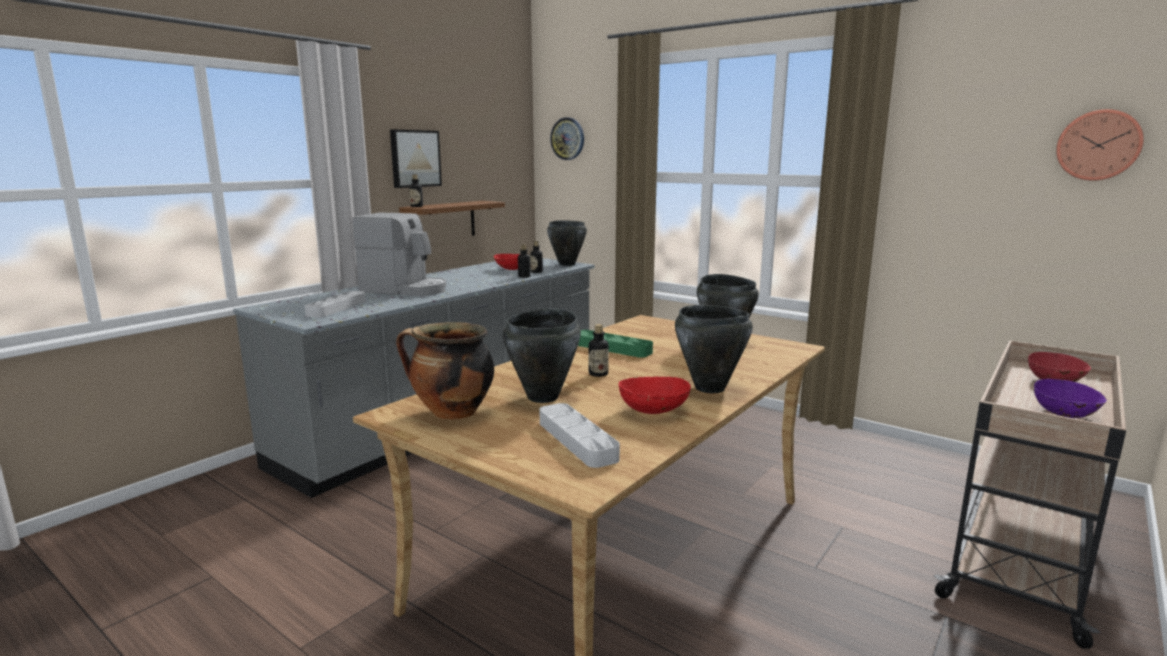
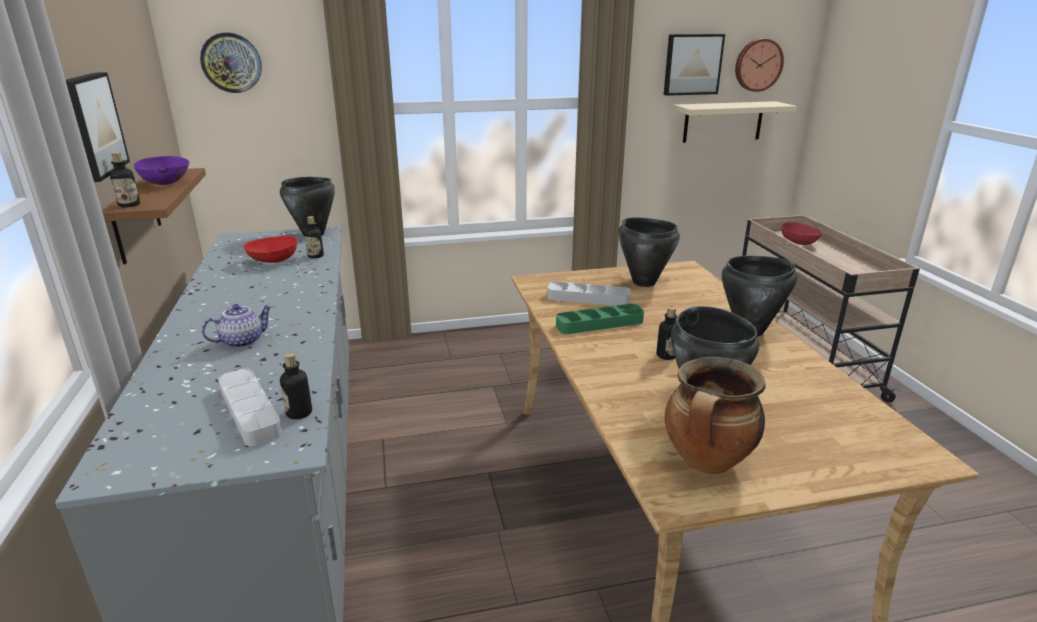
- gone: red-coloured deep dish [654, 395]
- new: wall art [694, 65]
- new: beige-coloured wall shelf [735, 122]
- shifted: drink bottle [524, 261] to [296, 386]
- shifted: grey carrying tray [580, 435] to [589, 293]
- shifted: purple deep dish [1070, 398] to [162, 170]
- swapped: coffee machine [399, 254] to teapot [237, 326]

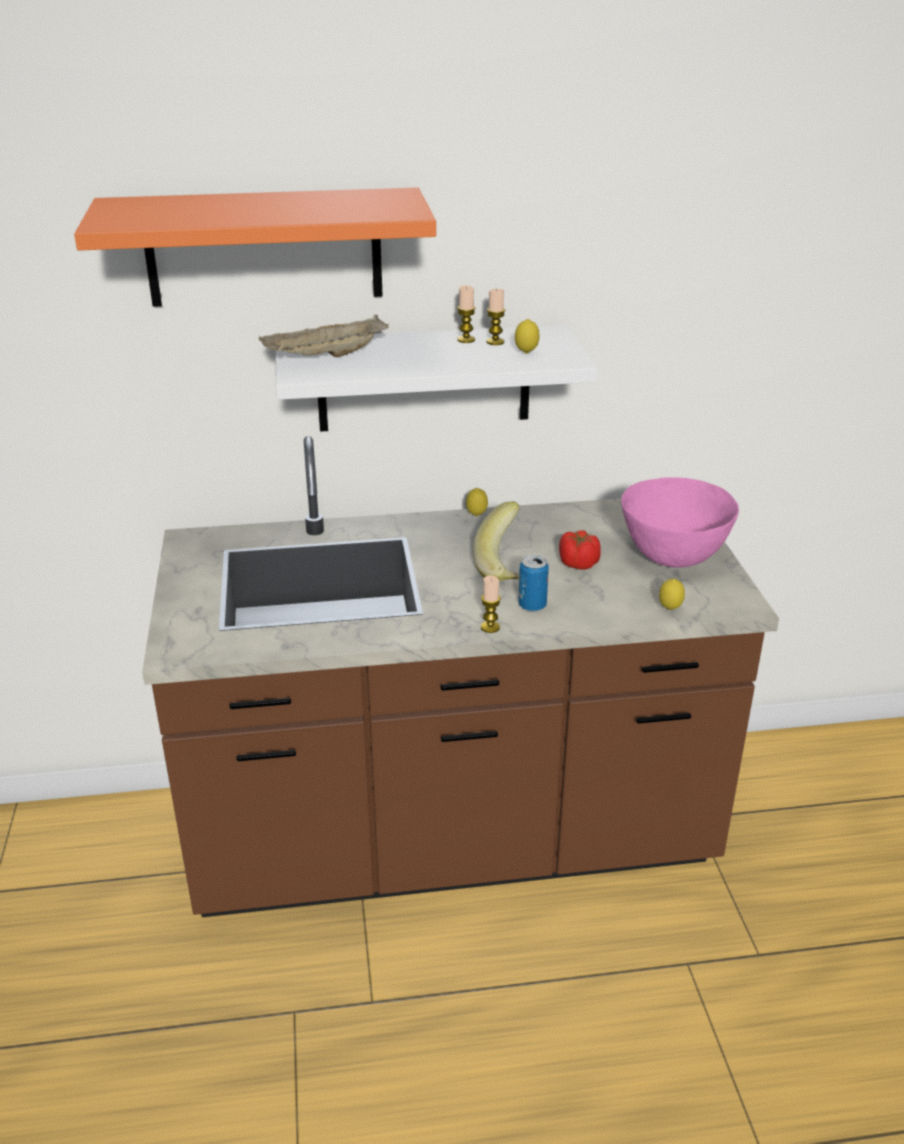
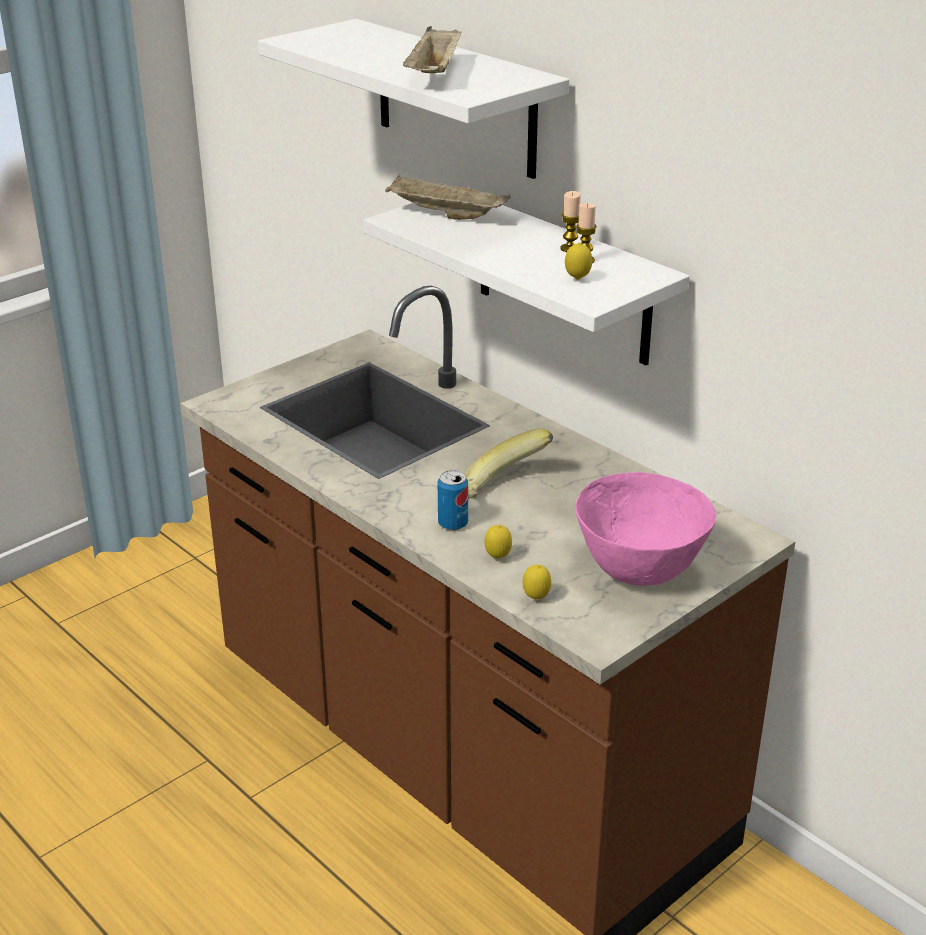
- gone: wax candle [491, 604]
- gone: whole tomato [580, 550]
- new: beige-coloured carrying tray [432, 49]
- shifted: citrus fruit [477, 502] to [498, 542]
- repainted: orange wall shelf [255, 247] to white wall shelf [413, 99]

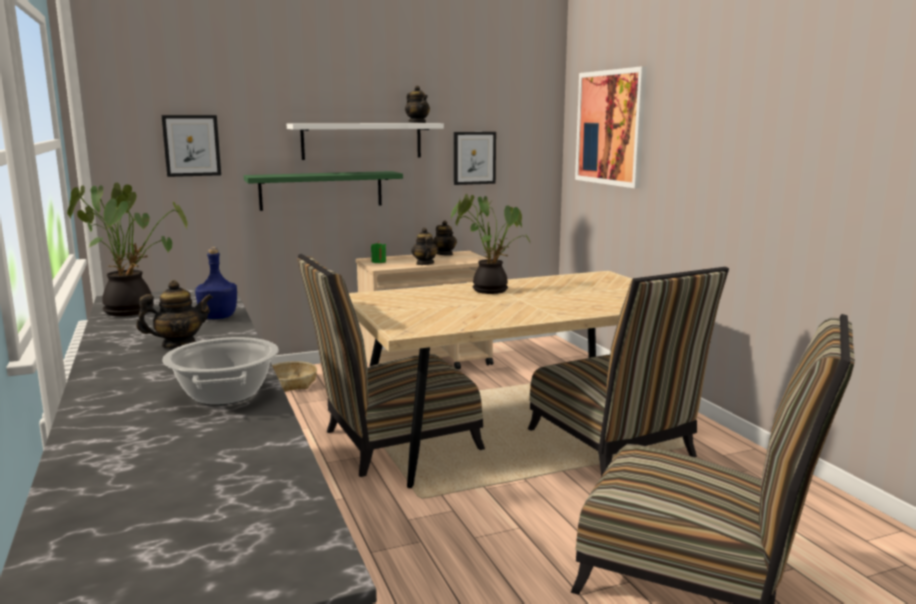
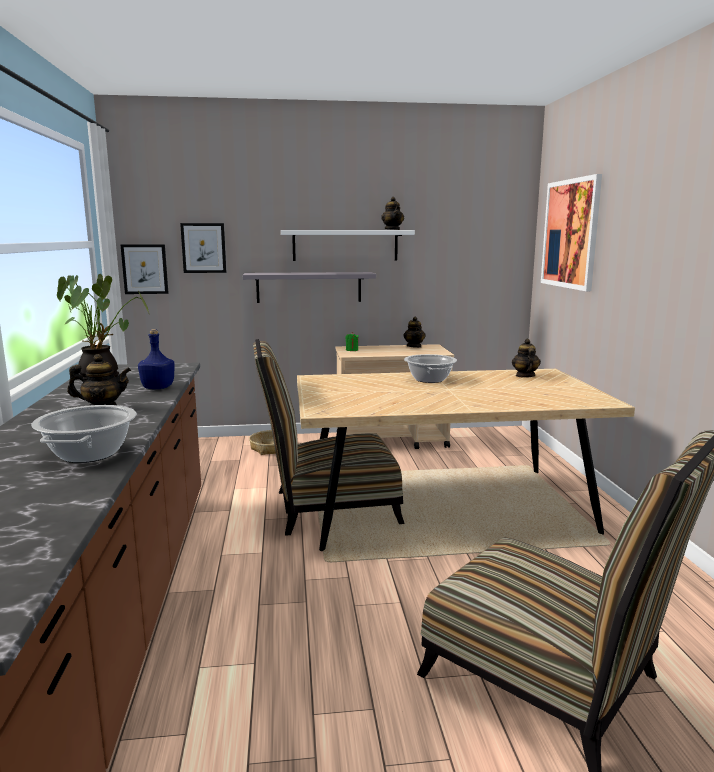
- gone: plain chair [628, 372]
- shifted: teapot [424, 246] to [526, 358]
- shifted: wall art [475, 158] to [145, 269]
- swapped: plant in a pot [490, 244] to cooking pot [430, 368]
- repainted: green-coloured wall shelf [323, 191] to grey wall shelf [309, 287]

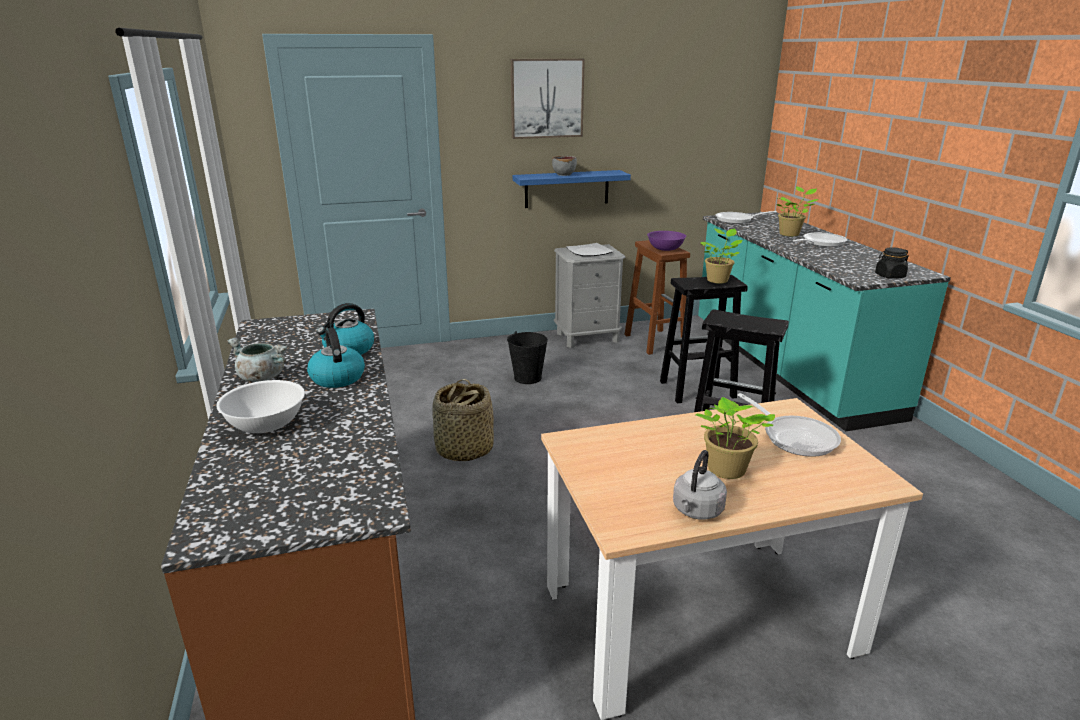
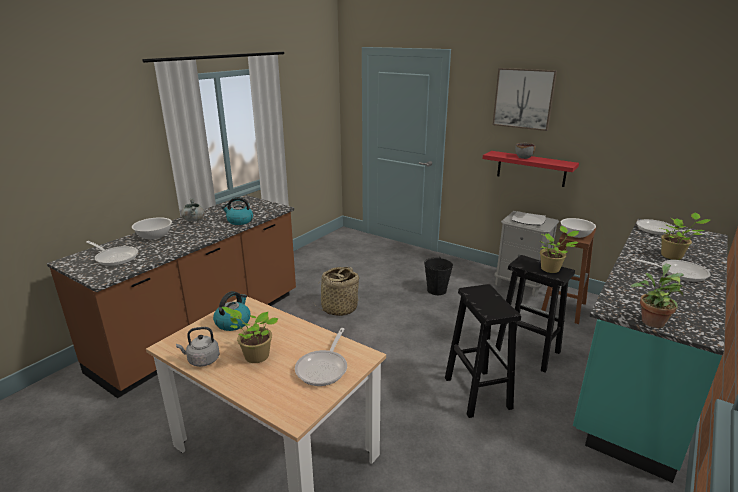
- new: pan [112, 253]
- shifted: kettle [336, 358] to [231, 311]
- swapped: black storage jar [892, 263] to plant in a pot [657, 296]
- repainted: bluish wall shelf [572, 189] to red-coloured wall shelf [531, 169]
- repainted: purple deep dish [666, 241] to white deep dish [578, 228]

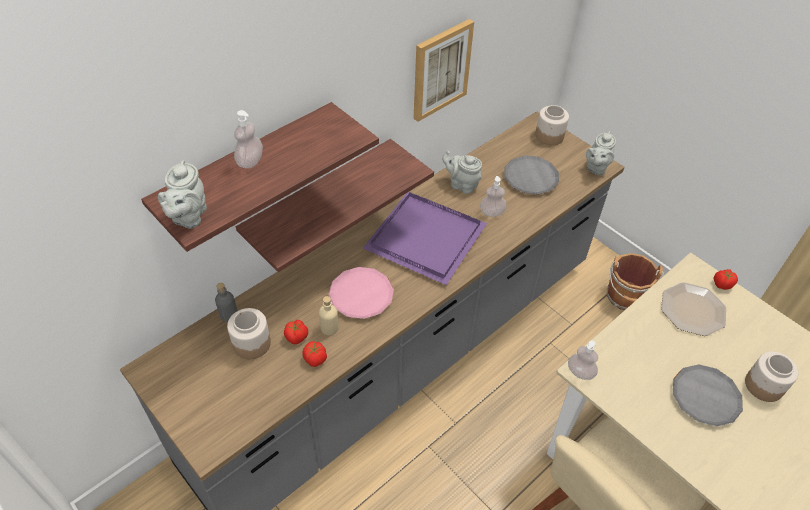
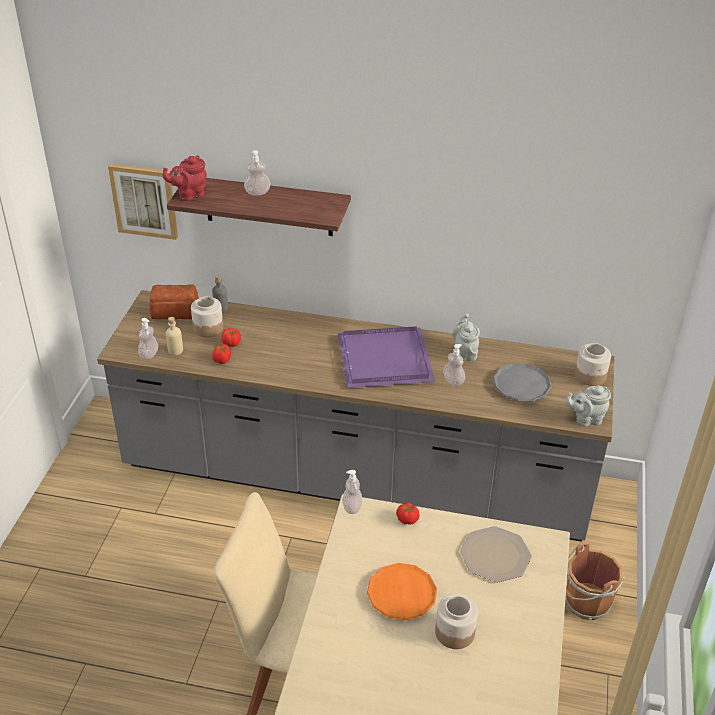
- gone: wall shelf [335, 205]
- gone: pink-coloured flat dish [361, 293]
- new: soap dispenser [148, 338]
- new: bakery bread [174, 301]
- shifted: beige-coloured drink bottle [329, 315] to [174, 336]
- shifted: wall art [444, 70] to [143, 202]
- shifted: whole tomato [726, 279] to [408, 513]
- repainted: grey teapot [182, 194] to red-coloured teapot [185, 178]
- repainted: grey flat dish [708, 395] to orange flat dish [402, 591]

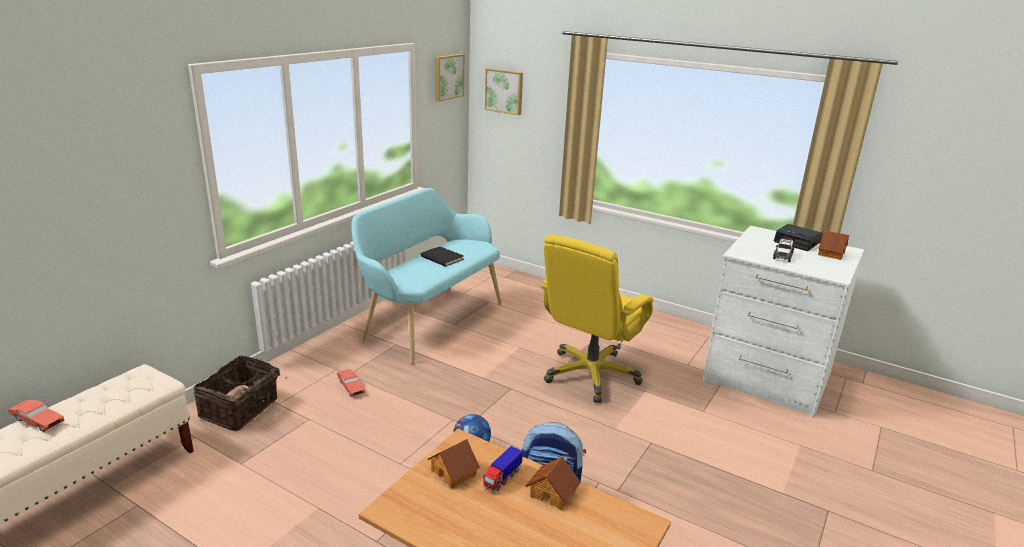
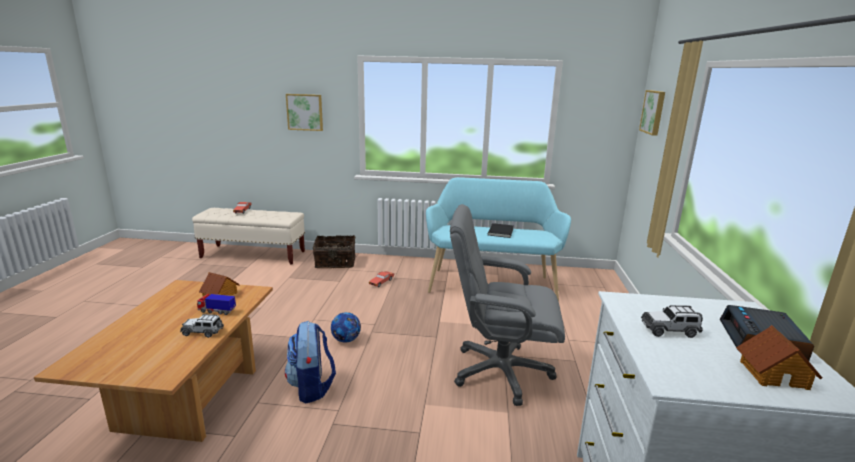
- shifted: wall art [449, 77] to [304, 112]
- swapped: miniature house [553, 483] to toy car [202, 326]
- repainted: yellow office chair [597, 318] to grey office chair [507, 305]

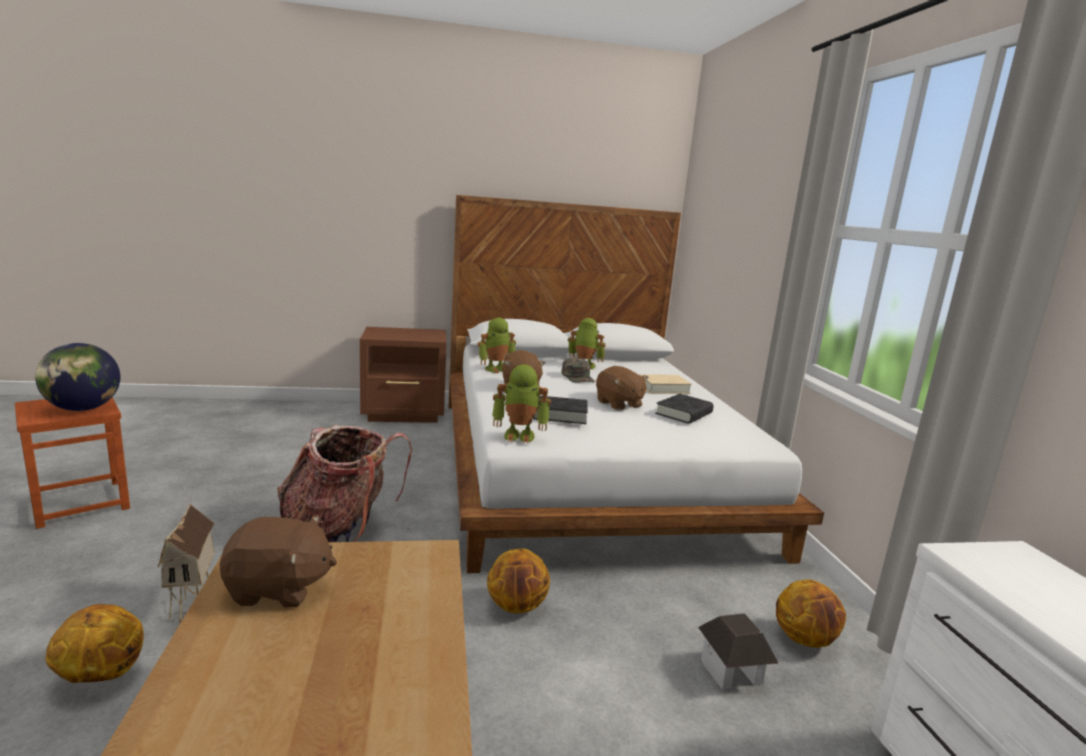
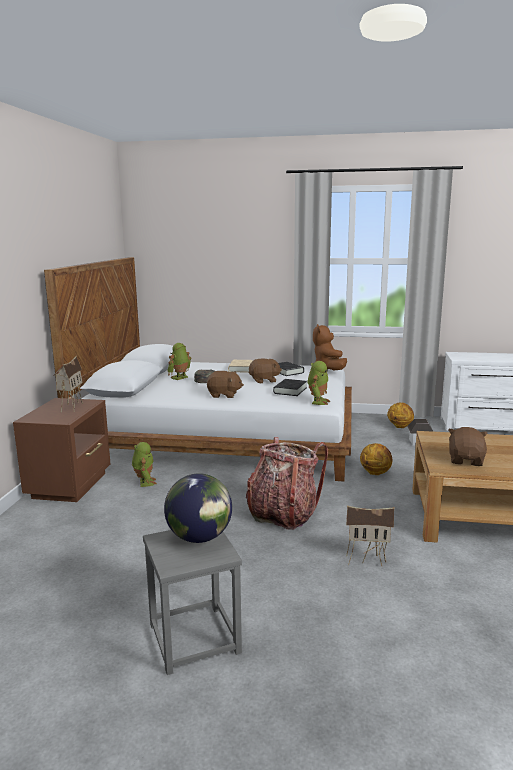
- gone: basketball [94, 643]
- new: miniature house [68, 384]
- new: brownish plush toy [330, 347]
- shifted: robot figure [497, 346] to [144, 464]
- repainted: brownish sitting stool [72, 463] to grey sitting stool [192, 602]

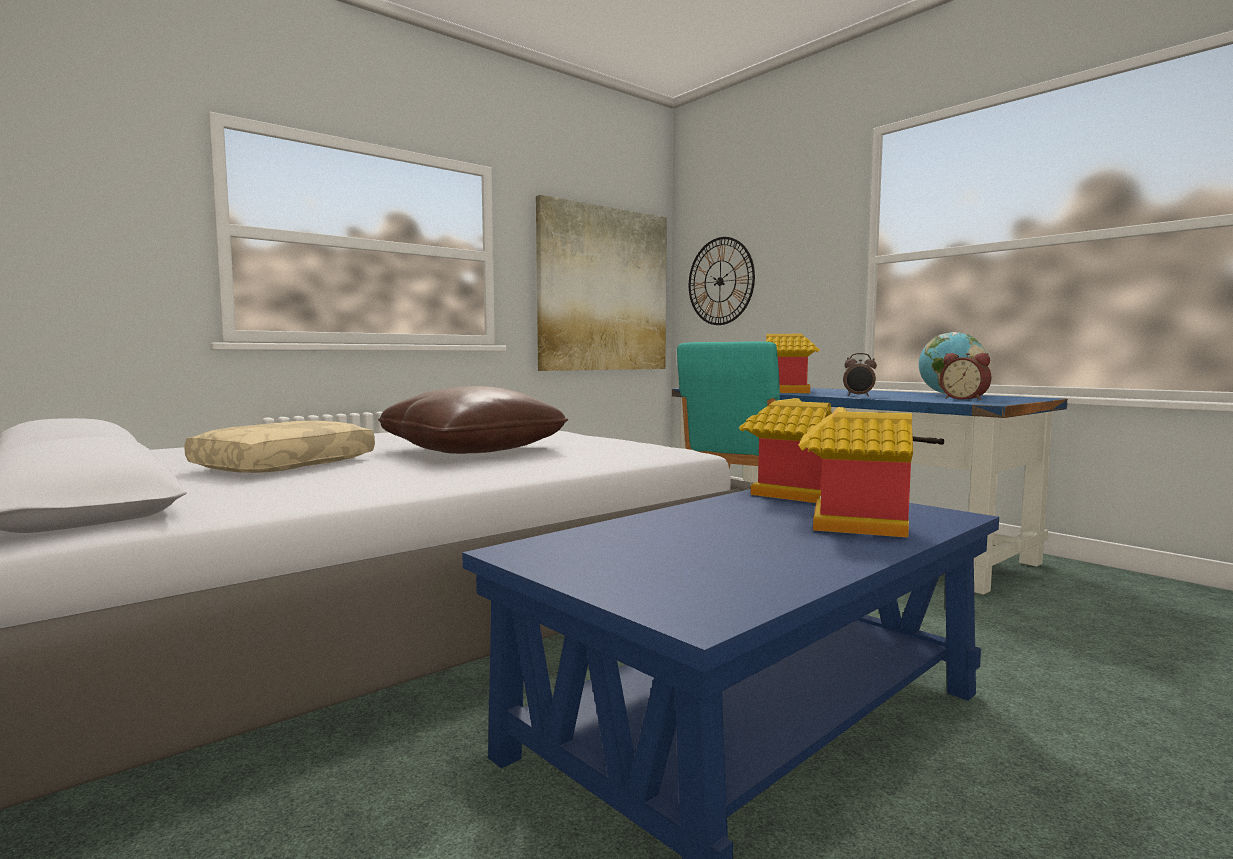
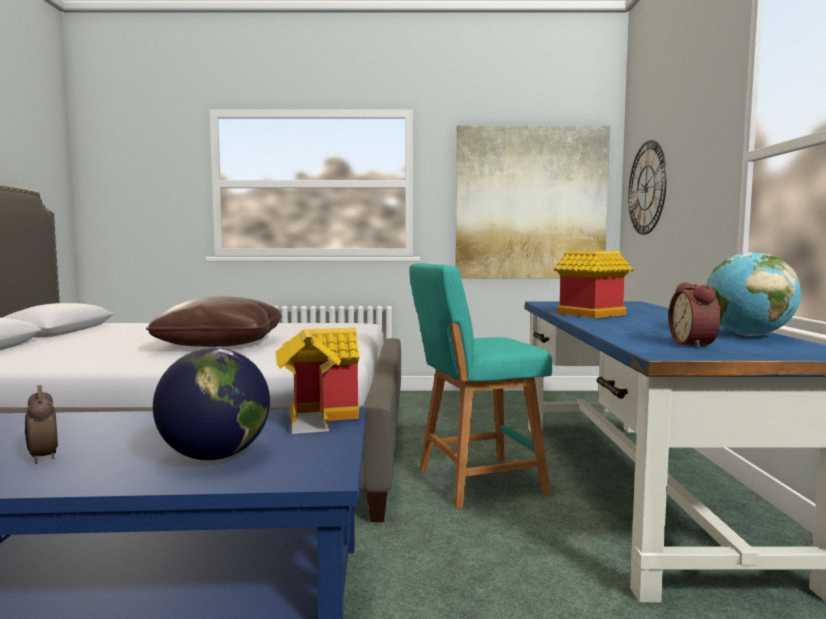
- gone: beige-coloured cushion [279, 447]
- shifted: bedside clock [860, 375] to [41, 424]
- swapped: miniature house [856, 472] to desk globe [211, 404]

